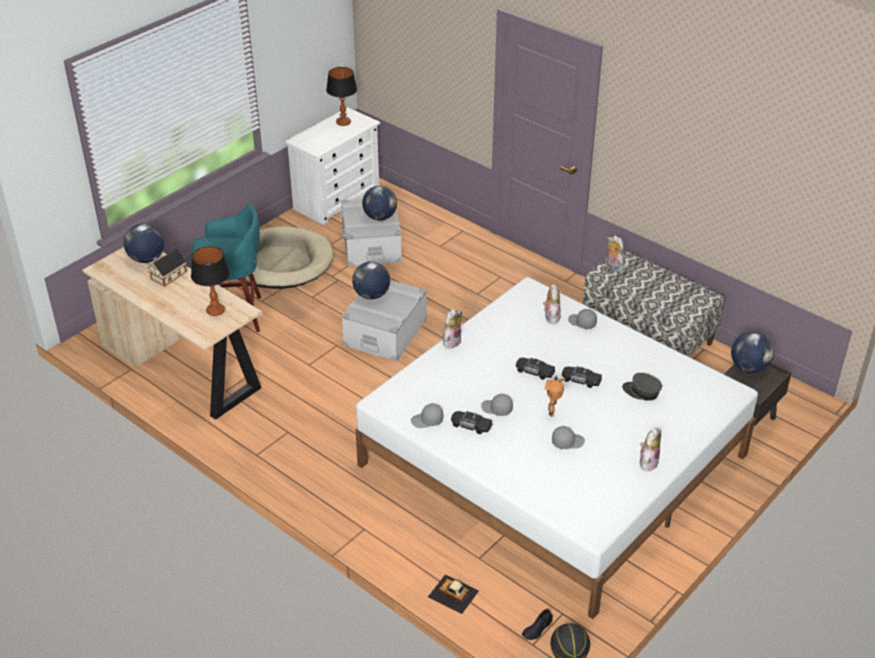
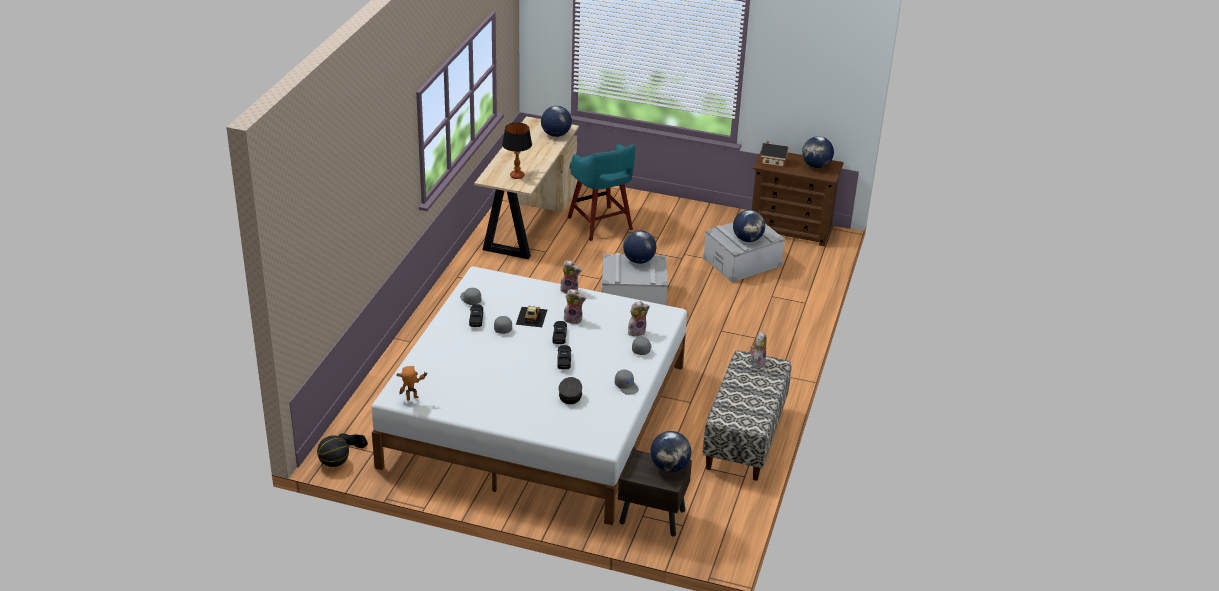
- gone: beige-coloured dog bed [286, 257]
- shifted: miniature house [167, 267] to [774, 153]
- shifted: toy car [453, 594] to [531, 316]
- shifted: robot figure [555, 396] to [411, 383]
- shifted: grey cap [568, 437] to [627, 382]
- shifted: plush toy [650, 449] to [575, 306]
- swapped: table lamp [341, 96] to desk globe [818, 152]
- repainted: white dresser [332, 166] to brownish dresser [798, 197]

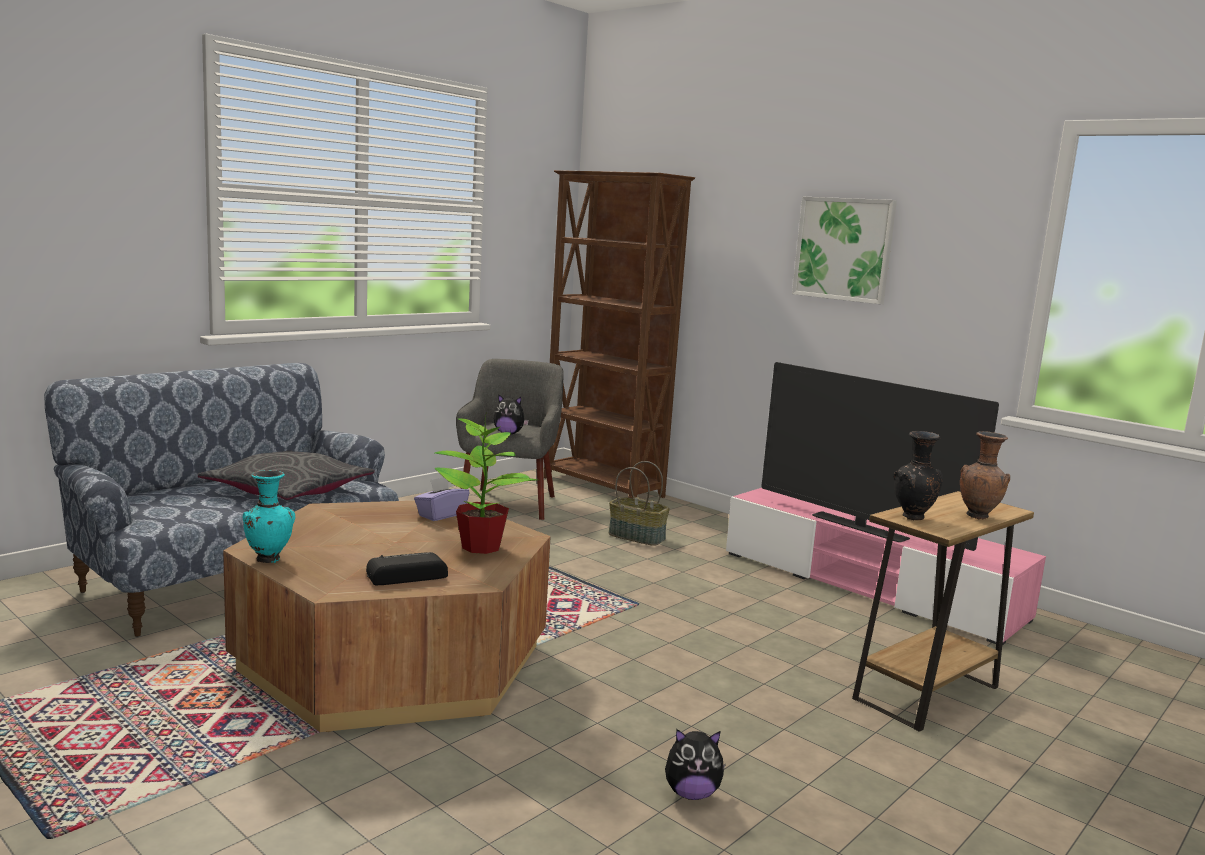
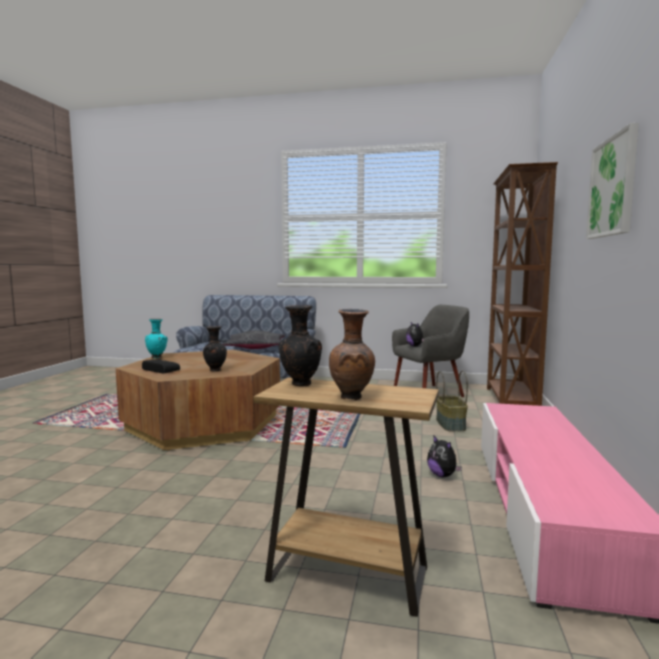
- gone: purple box of tissues [442, 499]
- gone: television [880, 456]
- shifted: plush toy [695, 764] to [444, 456]
- swapped: plant in a pot [486, 484] to black decorative vase [215, 349]

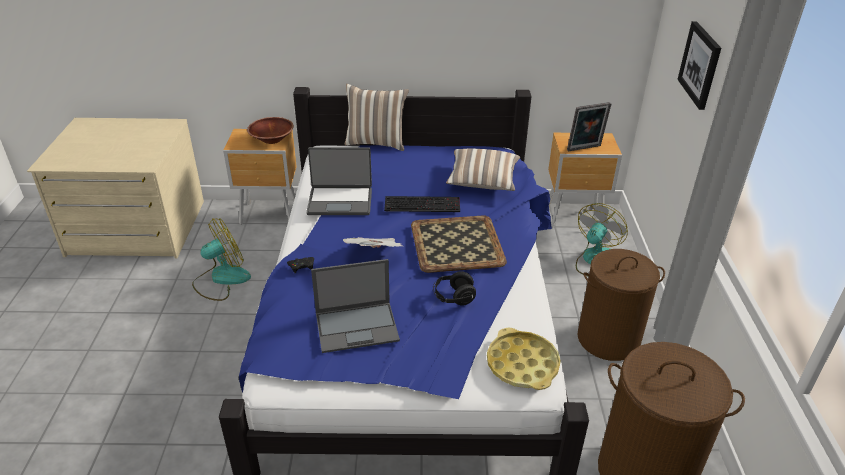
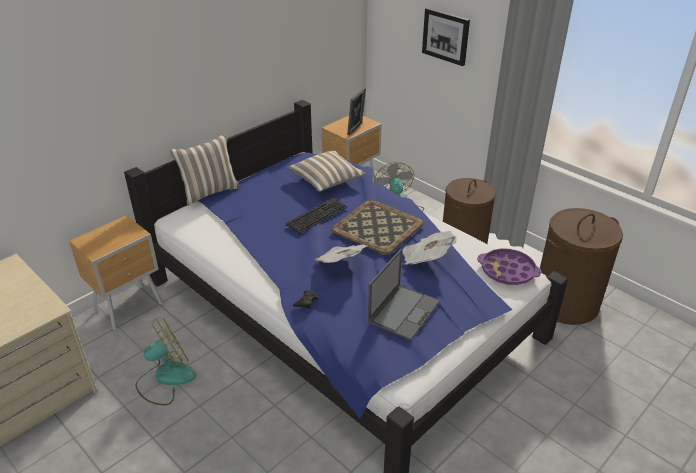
- gone: brownish deep dish [270, 130]
- gone: portable computer [339, 181]
- swapped: black pair of headphones [454, 288] to daily paper [430, 248]
- repainted: yellow carrying tray [524, 358] to purple carrying tray [509, 266]
- rotated: fan [221, 259] = [166, 362] 45 degrees clockwise

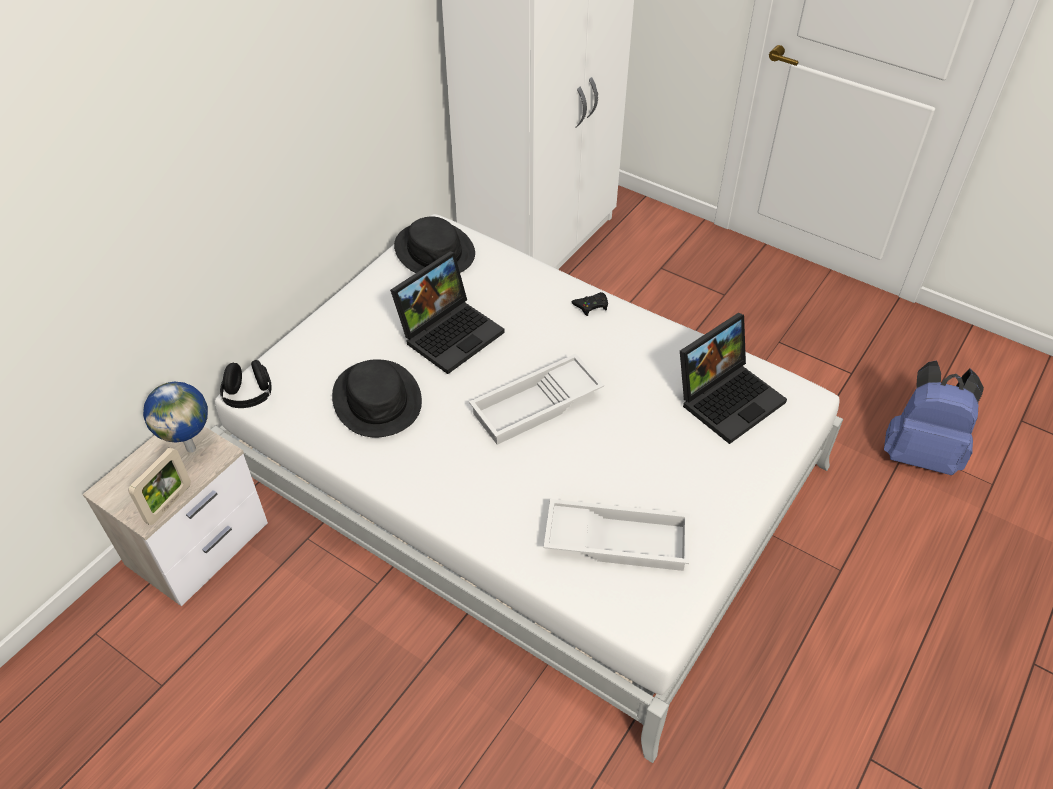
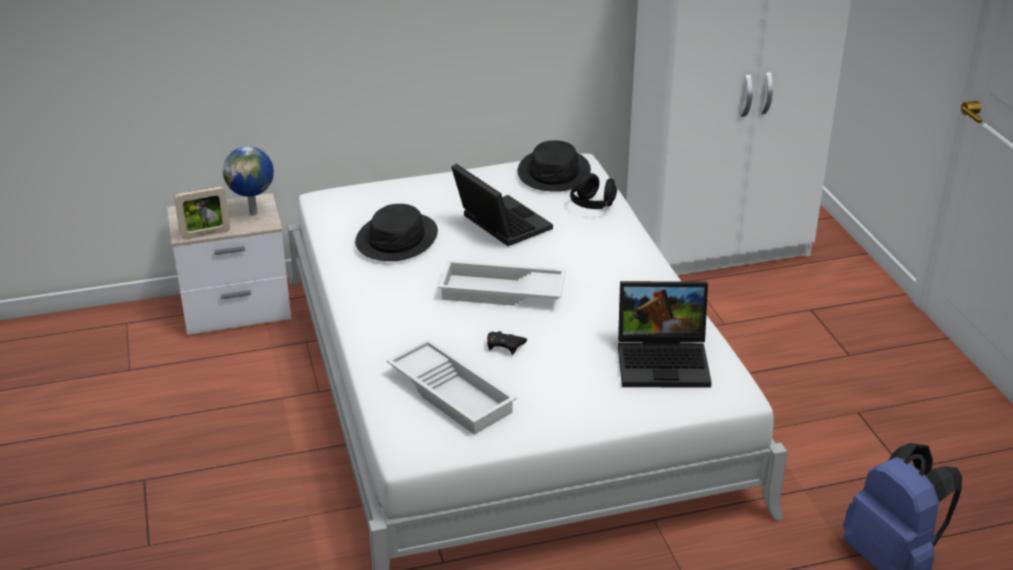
- shifted: black pair of headphones [246, 384] to [593, 191]
- shifted: black joypad [589, 304] to [507, 343]
- rotated: portable computer [447, 312] = [502, 205] 120 degrees counterclockwise

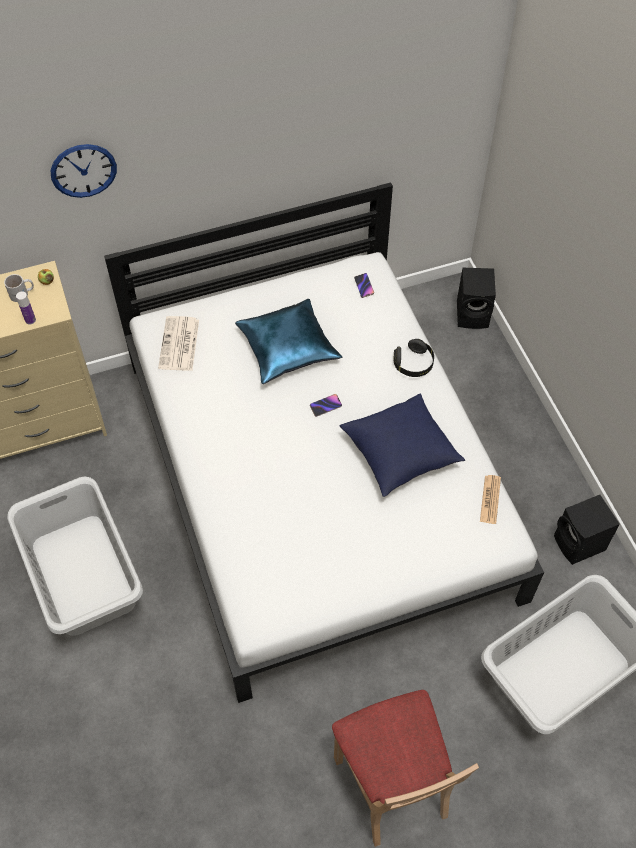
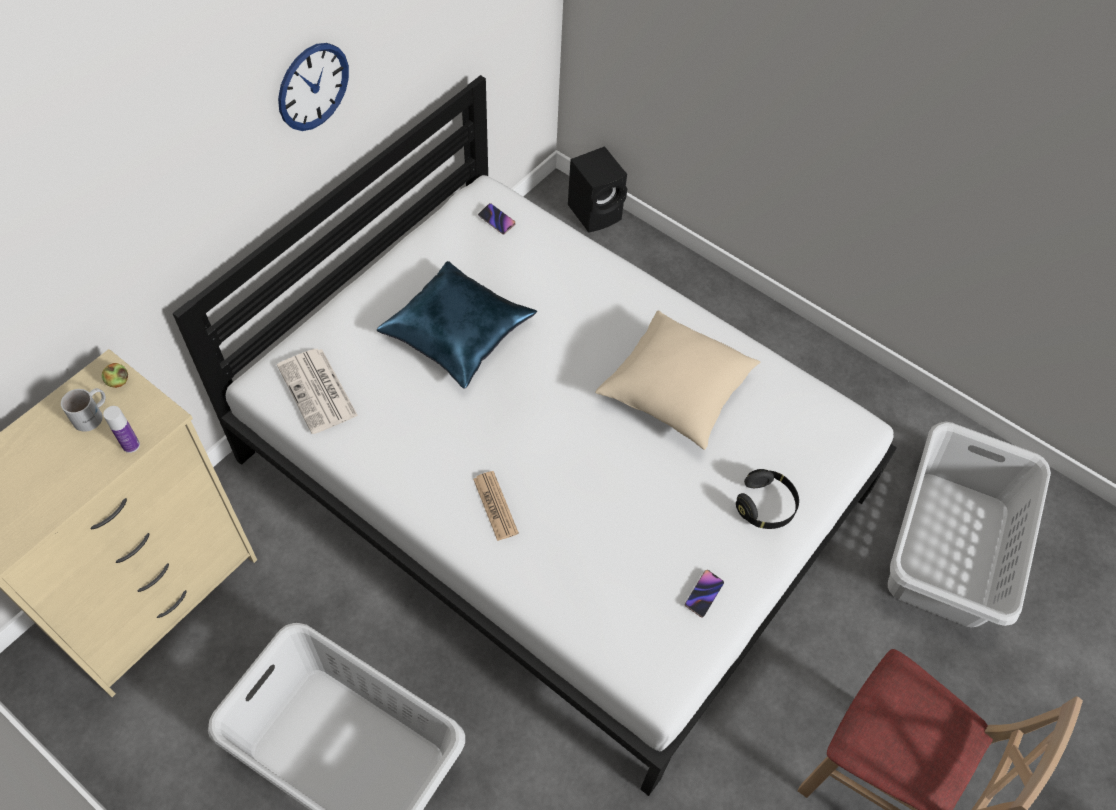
- gone: black speaker [587, 530]
- shifted: hanging clock [83, 171] to [313, 87]
- shifted: handset [326, 405] to [704, 594]
- shifted: black pair of headphones [414, 358] to [767, 499]
- shifted: daily paper [490, 499] to [496, 506]
- repainted: bluish cushion [402, 445] to beige-coloured cushion [677, 380]

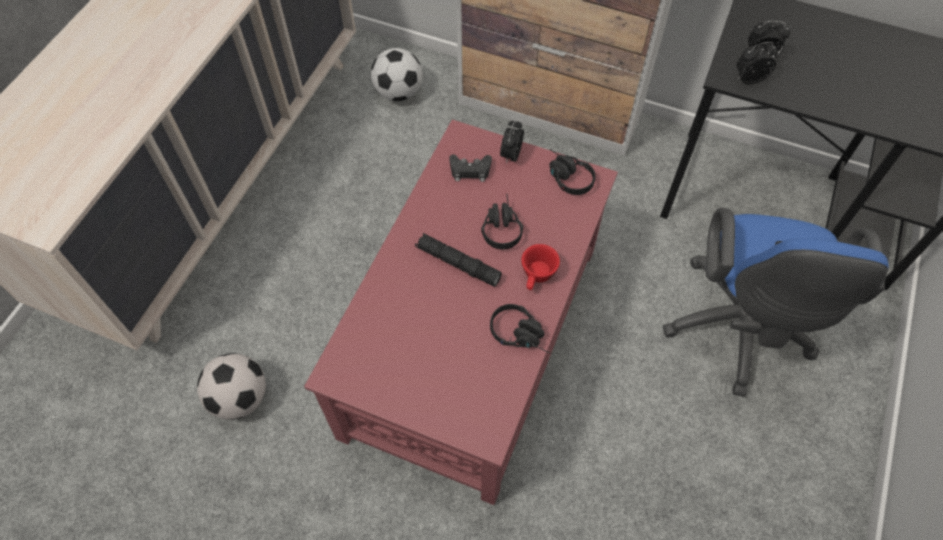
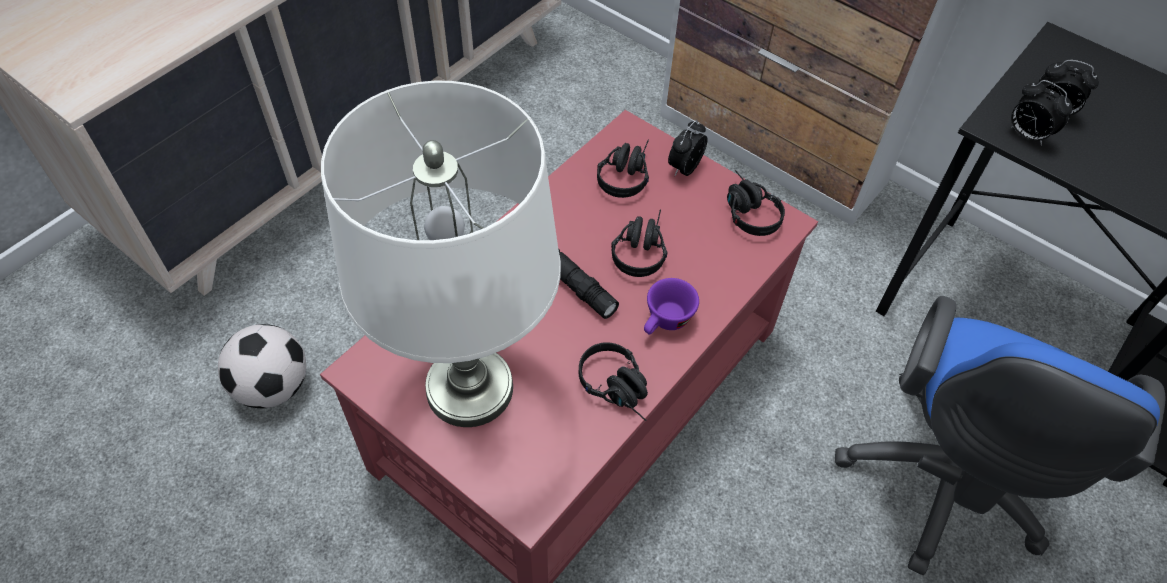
- gone: ball for football [397, 74]
- new: white table lamp [441, 254]
- swapped: black joypad [470, 168] to black pair of headphones [623, 168]
- repainted: red-coloured small cup [540, 267] to purple small cup [671, 306]
- rotated: bedside clock [757, 63] = [1042, 113] 135 degrees counterclockwise

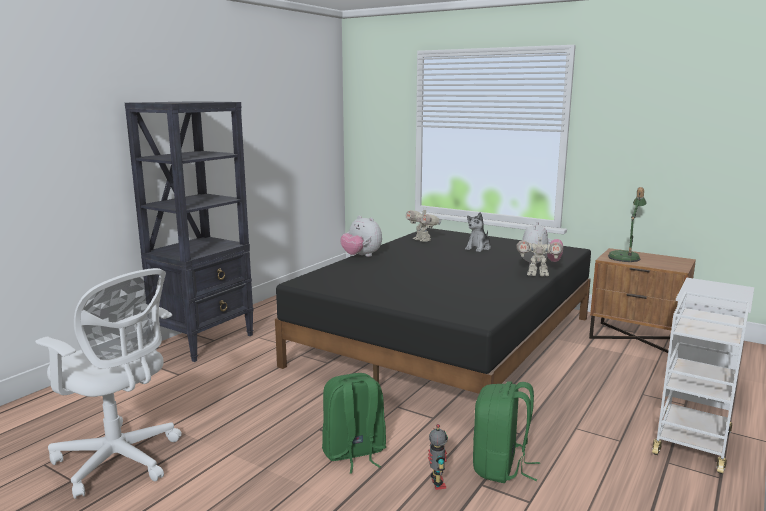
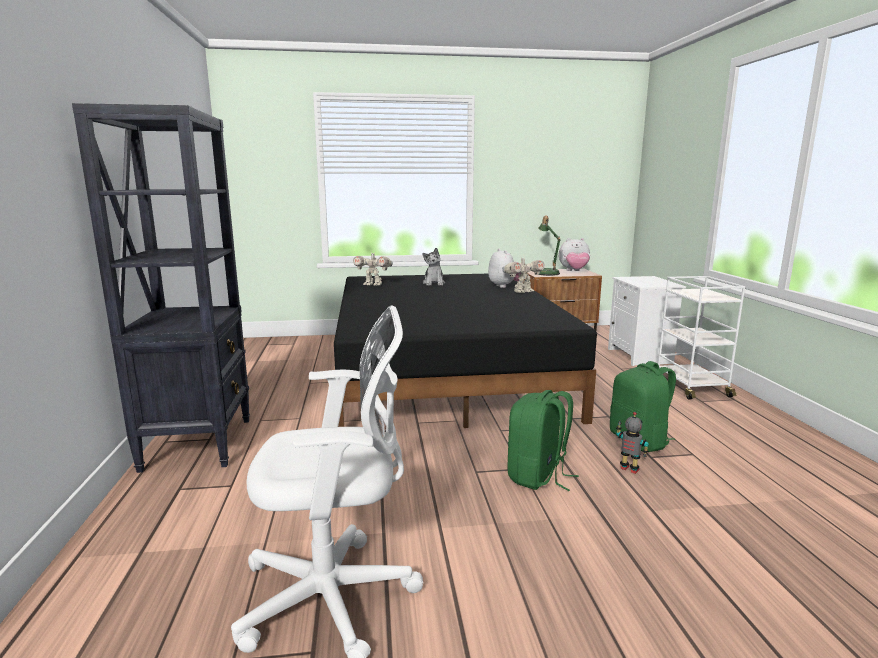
- shifted: plush toy [361, 236] to [574, 254]

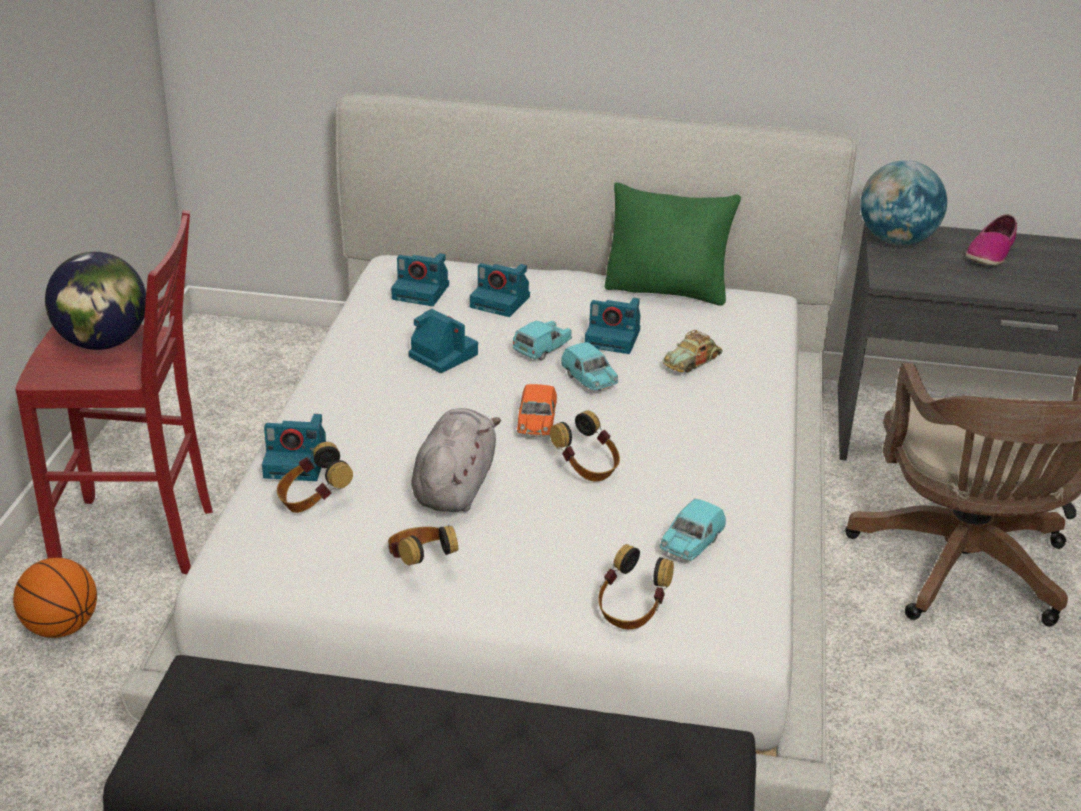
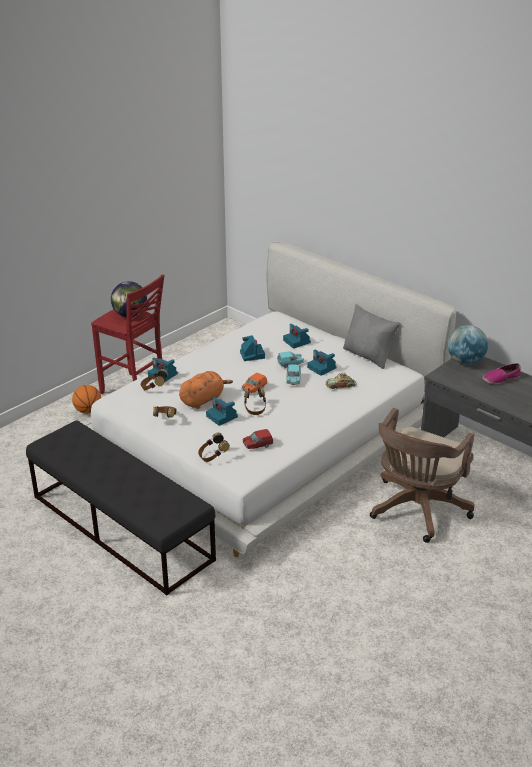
- shifted: still camera [420, 279] to [222, 411]
- repainted: grey plush toy [456, 460] to orange plush toy [206, 390]
- repainted: green-coloured cushion [673, 244] to grey cushion [371, 336]
- repainted: turquoise-coloured toy car [693, 529] to red-coloured toy car [258, 439]

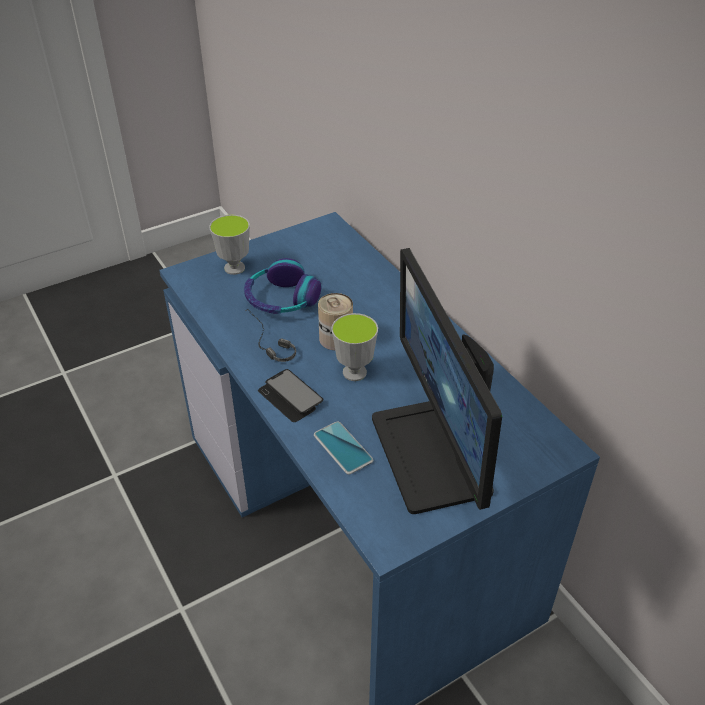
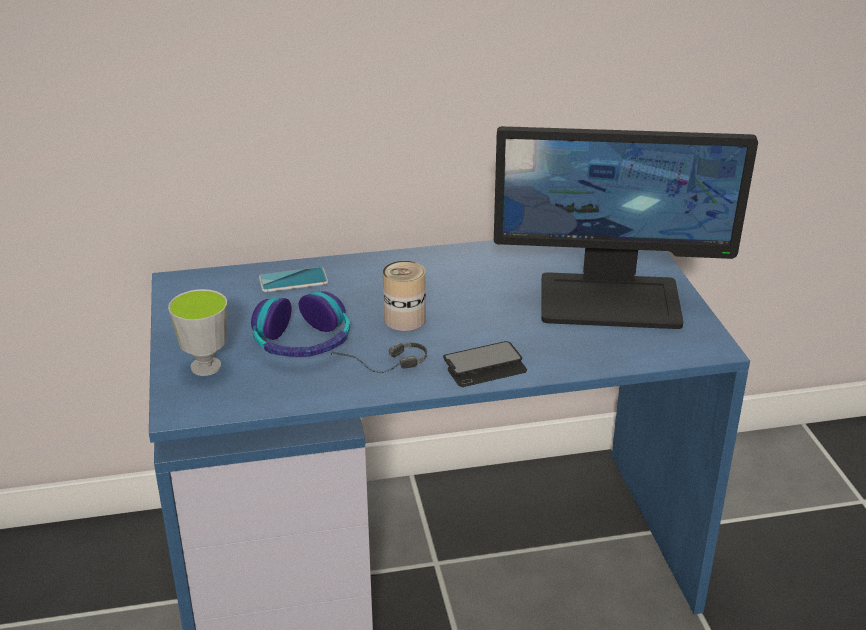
- gone: small cup [354, 347]
- shifted: handset [343, 448] to [293, 279]

